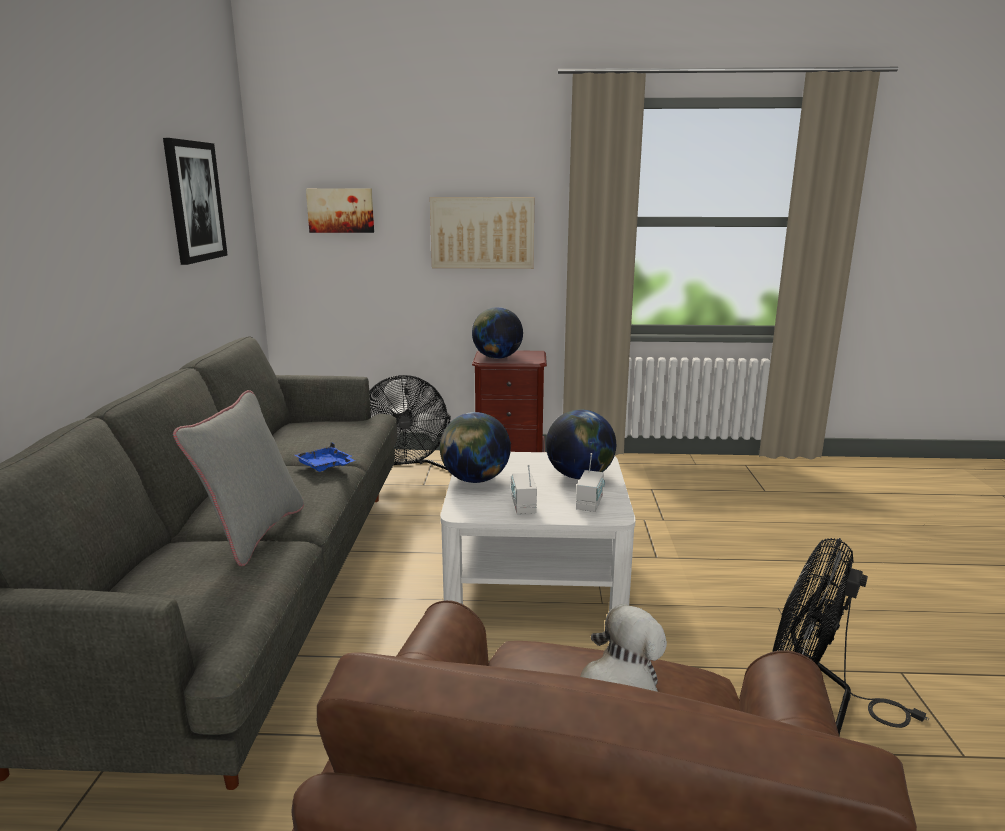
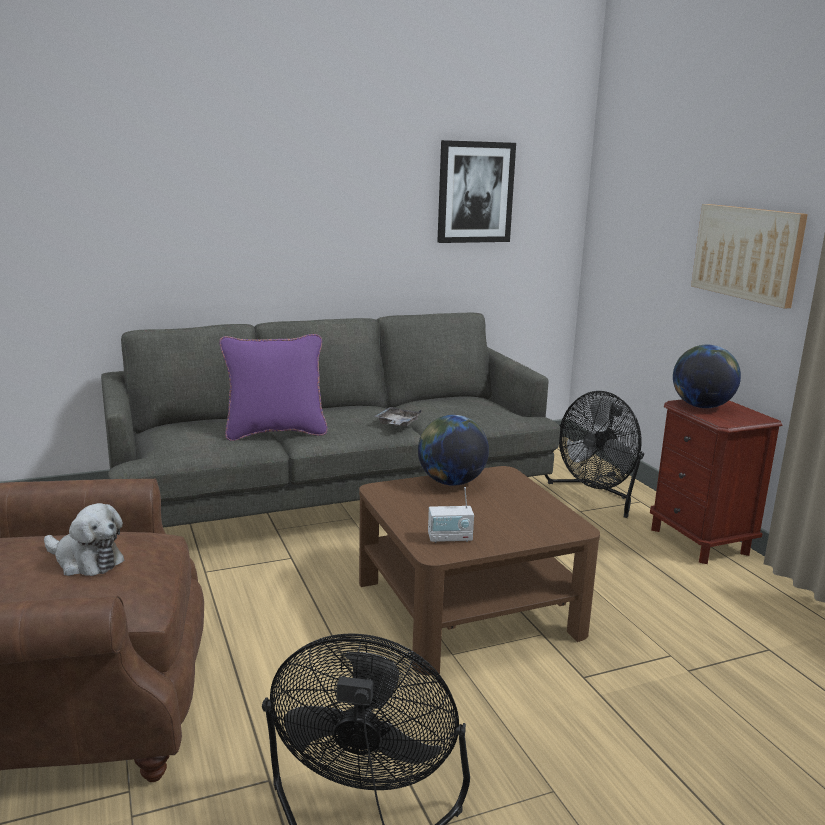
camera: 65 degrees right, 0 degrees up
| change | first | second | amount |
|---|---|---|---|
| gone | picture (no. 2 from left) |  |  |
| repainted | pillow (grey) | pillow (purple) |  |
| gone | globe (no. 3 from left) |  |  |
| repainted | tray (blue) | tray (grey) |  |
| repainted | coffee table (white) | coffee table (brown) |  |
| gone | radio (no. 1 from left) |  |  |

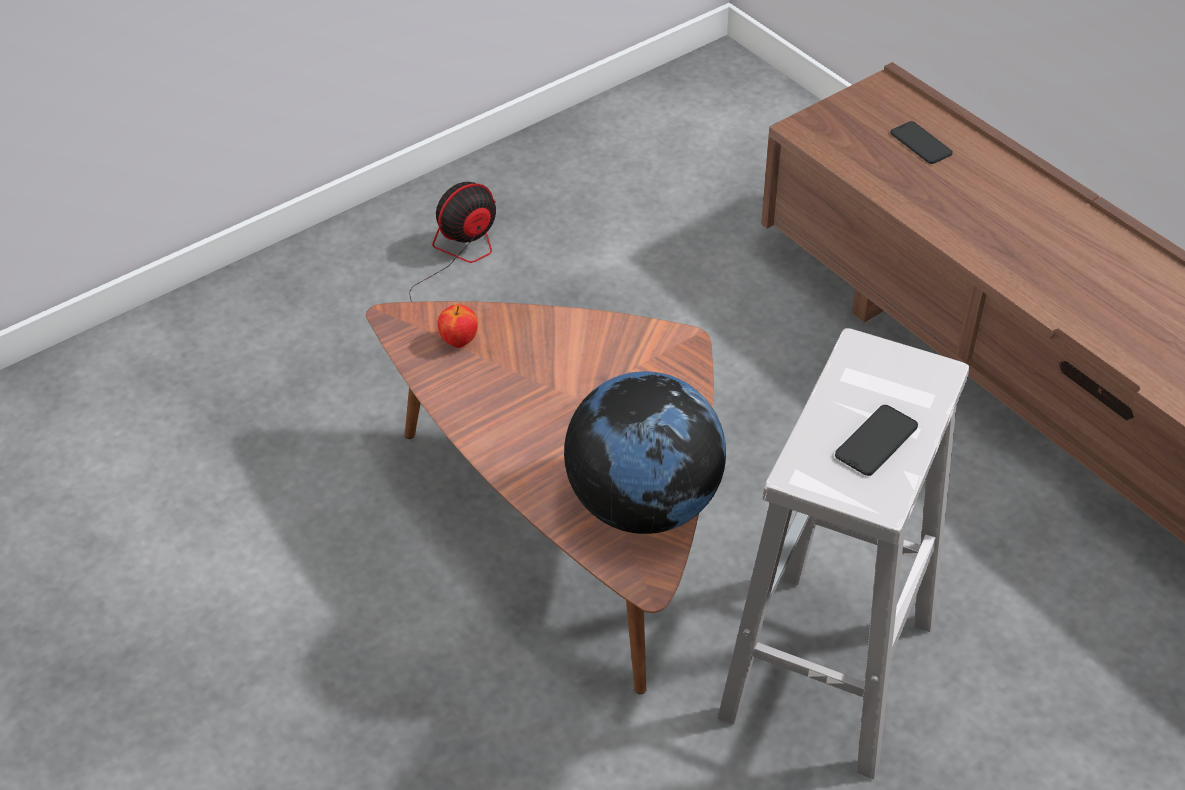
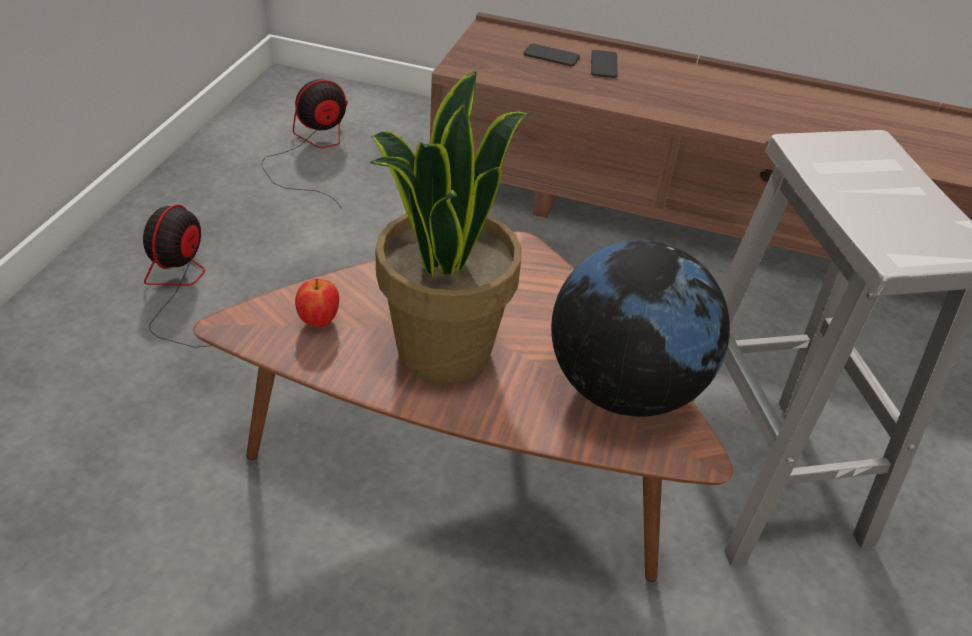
camera: 40 degrees left, 5 degrees down
| change | first | second | amount |
|---|---|---|---|
| shifted | phone (no. 1 from left in the first image) | phone (no. 2 from left) |  |
| new |  | potted plant |  |
| new |  | fan (no. 2 from left) |  |

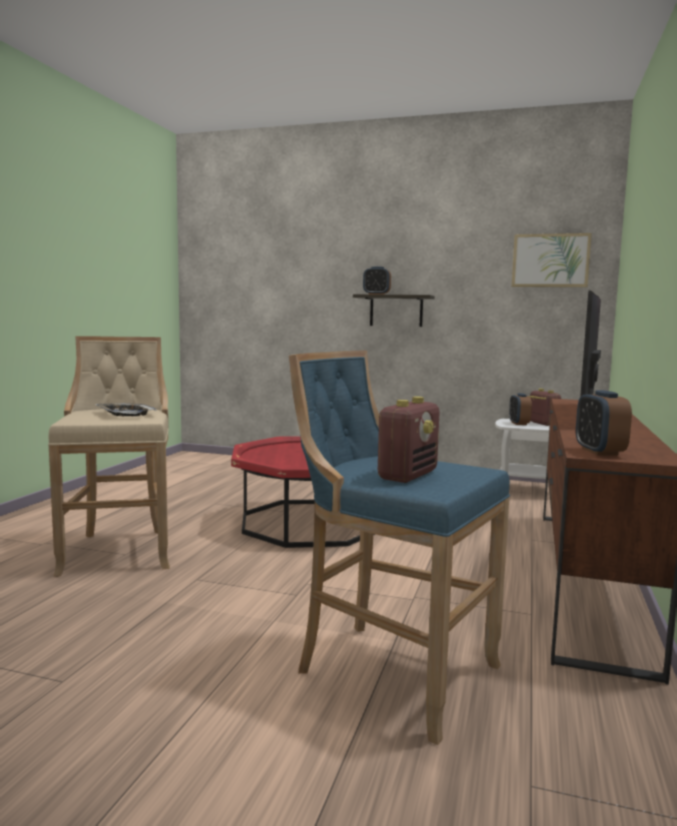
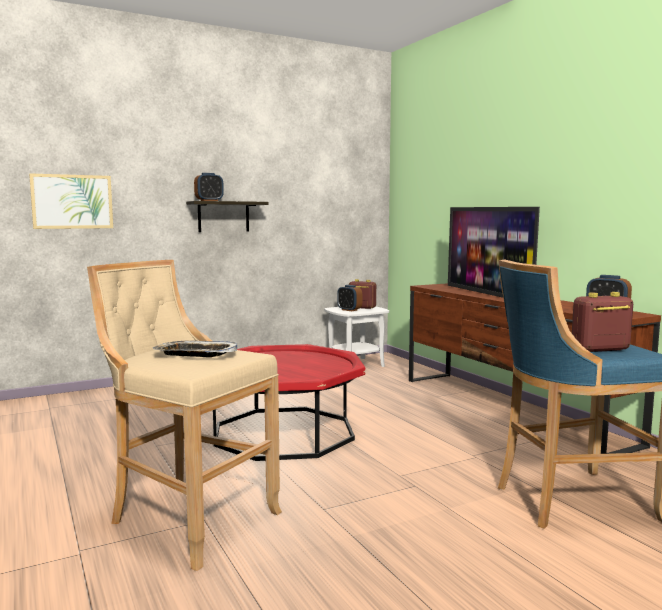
camera: 45 degrees left, 0 degrees up
| change | first | second | amount |
|---|---|---|---|
| shifted | picture |  |  |
| rotated | radio (no. 1 from left in the first image) | radio (no. 2 from left) | 90 degrees counterclockwise |

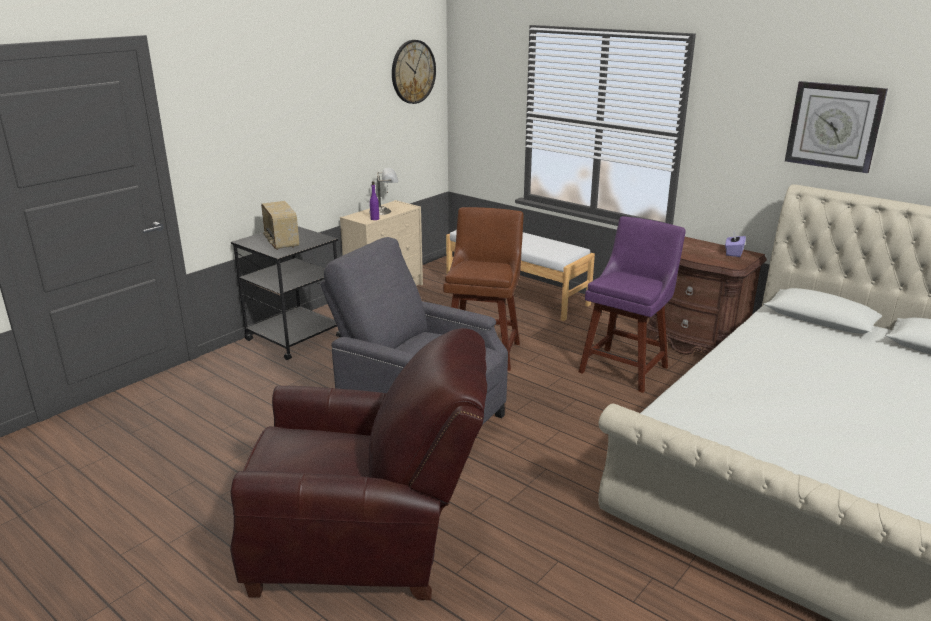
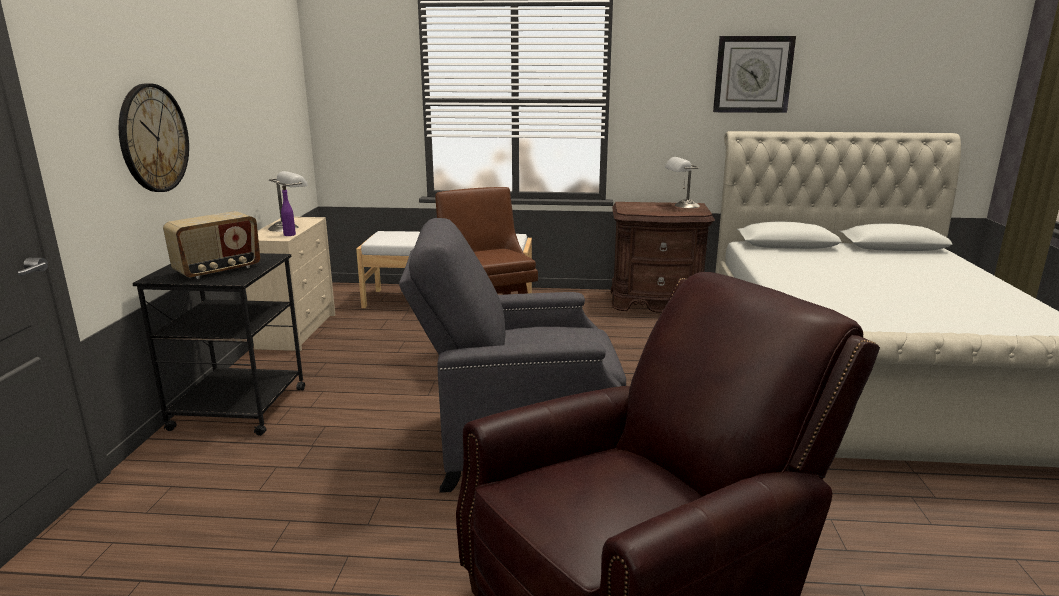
camera: 35 degrees left, 5 degrees down
| change | first | second | amount |
|---|---|---|---|
| shifted | wall clock (no. 1 from left) |  |  |
| rotated | radio |  | 75 degrees counterclockwise |
| gone | chair (purple) |  |  |
| swapped | tissue box (purple) | table lamp (white) (no. 2 from left) |  |

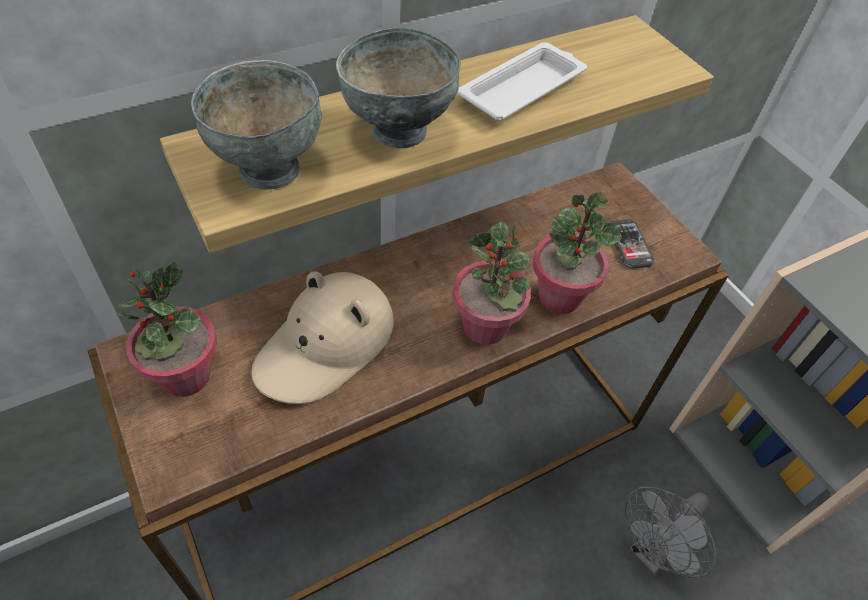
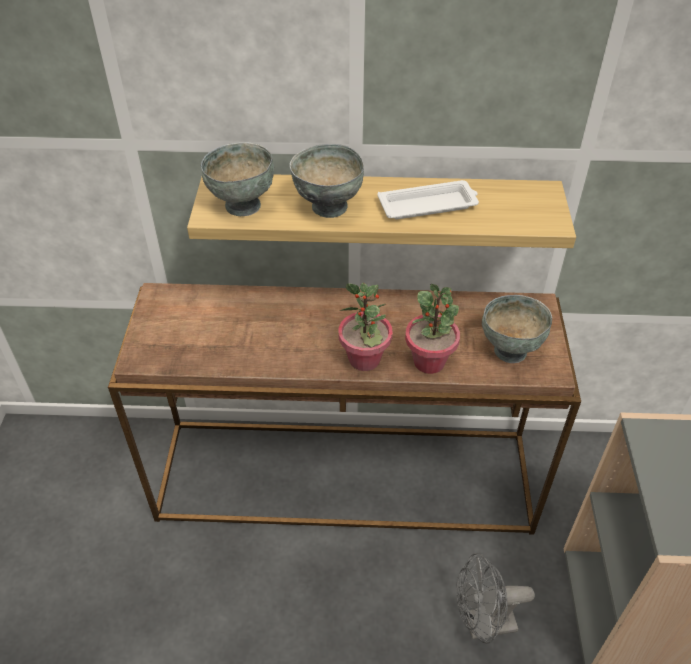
camera: 35 degrees right, 5 degrees down
| change | first | second | amount |
|---|---|---|---|
| swapped | phone | bowl (grey) (no. 3 from left) |  |
| gone | potted plant (no. 1 from left) |  |  |
| gone | hat (beige) |  |  |

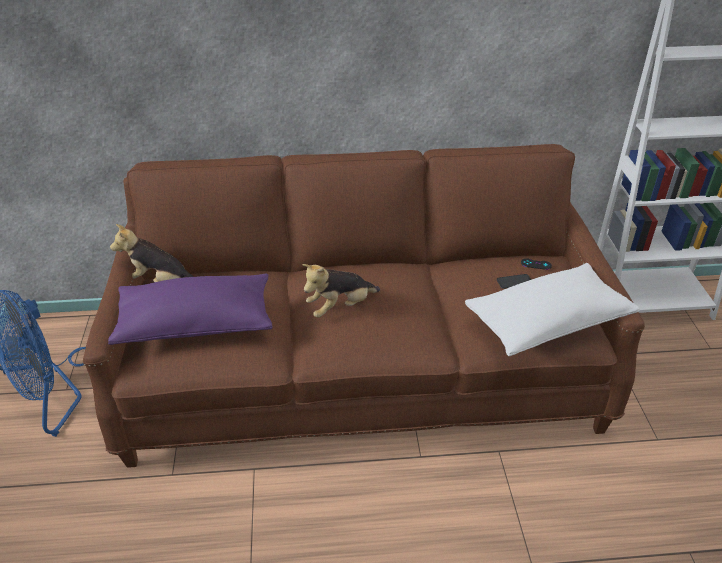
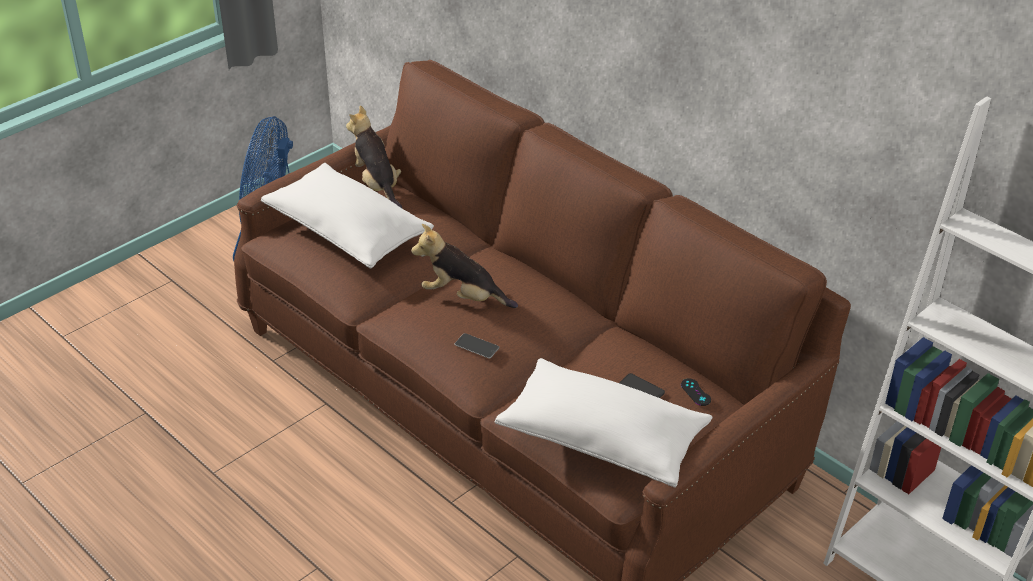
camera: 50 degrees right, 0 degrees up
| change | first | second | amount |
|---|---|---|---|
| repainted | pillow (purple) | pillow (white) (no. 1 from left) |  |
| new |  | phone (no. 1 from left) |  |

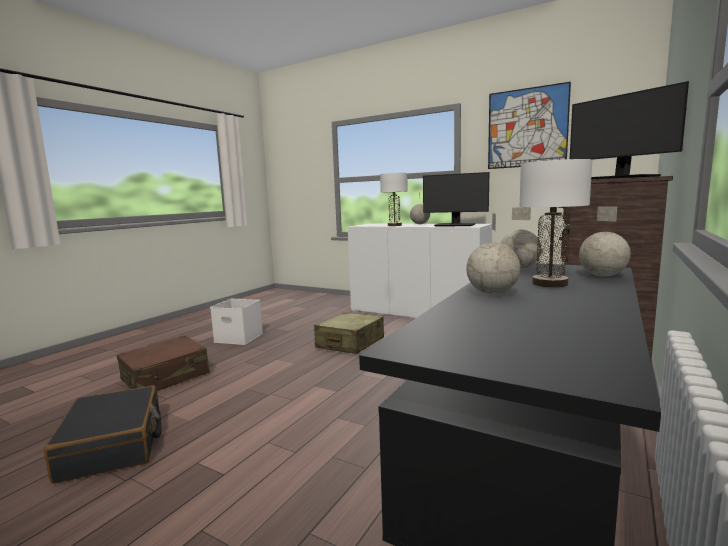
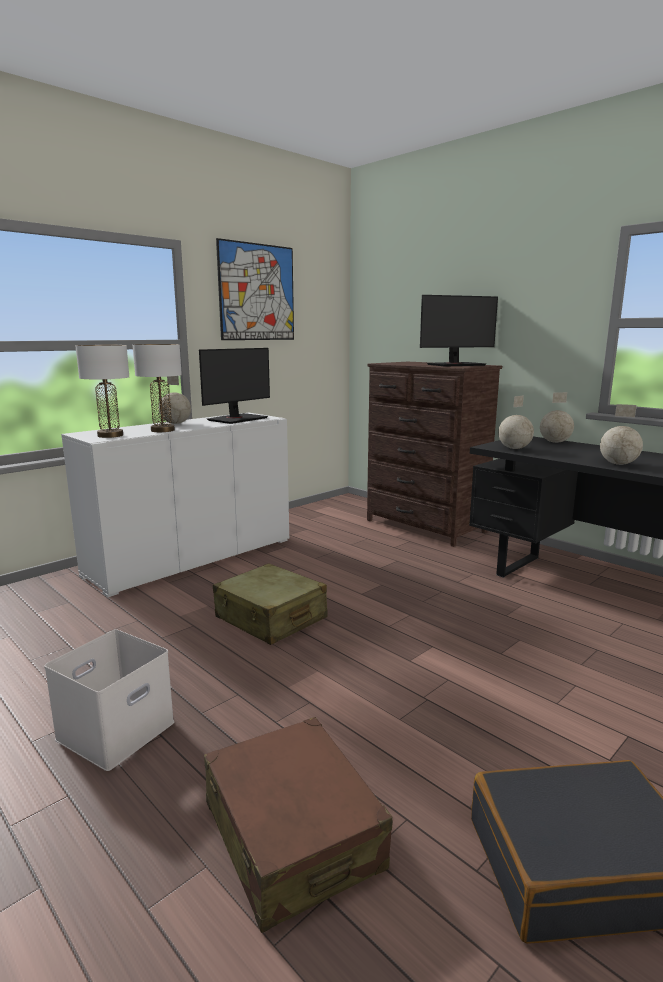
camera: 75 degrees left, 5 degrees up
| change | first | second | amount |
|---|---|---|---|
| shifted | table lamp (no. 2 from left in the first image) | table lamp (no. 1 from left) |  |

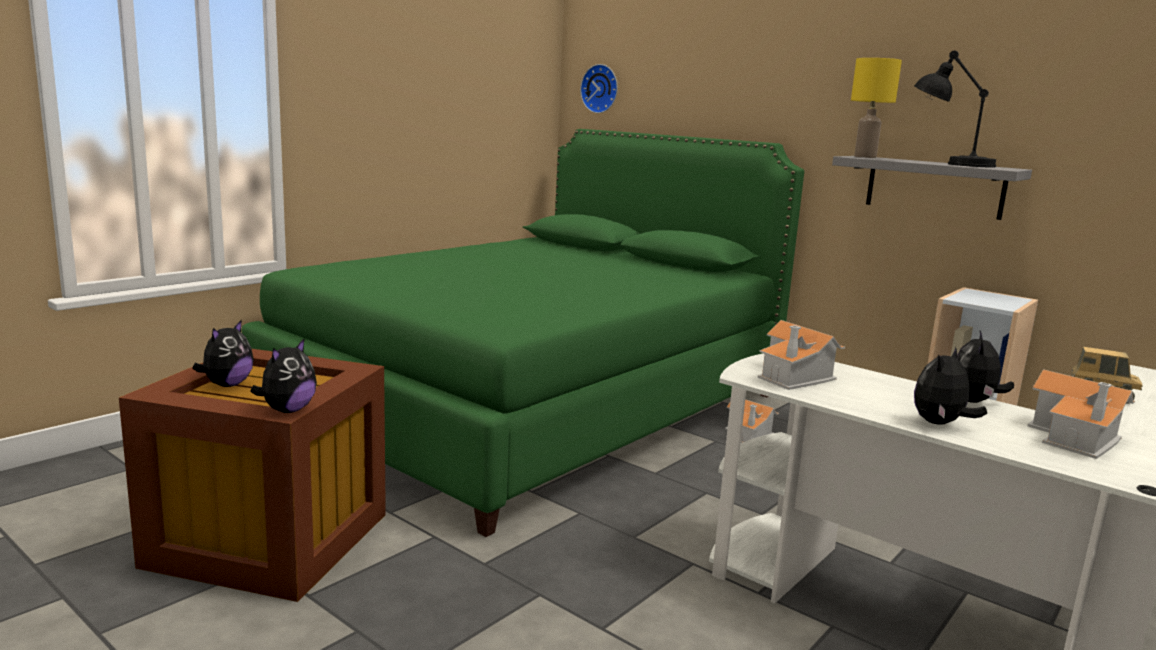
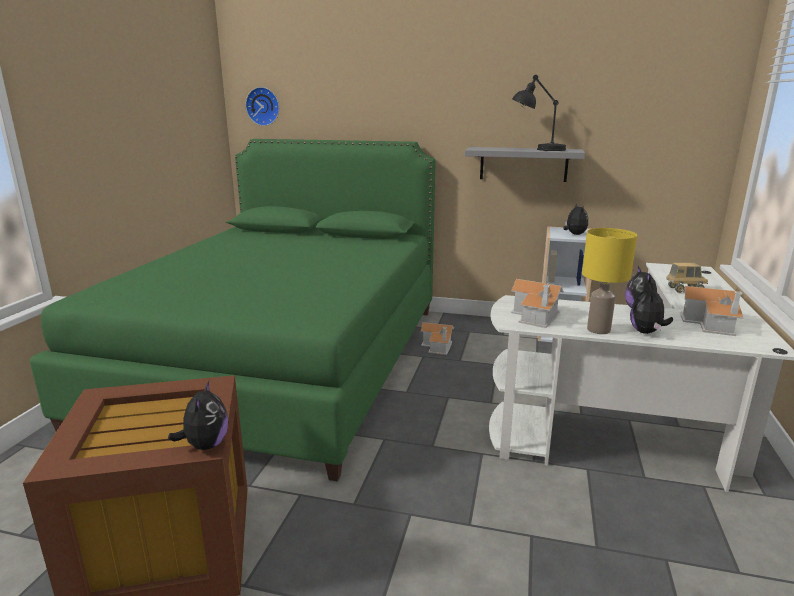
camera: 25 degrees left, 5 degrees up
| change | first | second | amount |
|---|---|---|---|
| shifted | table lamp (yellow) |  |  |
| shifted | plush toy (no. 1 from left in the first image) | plush toy (no. 2 from left) |  |

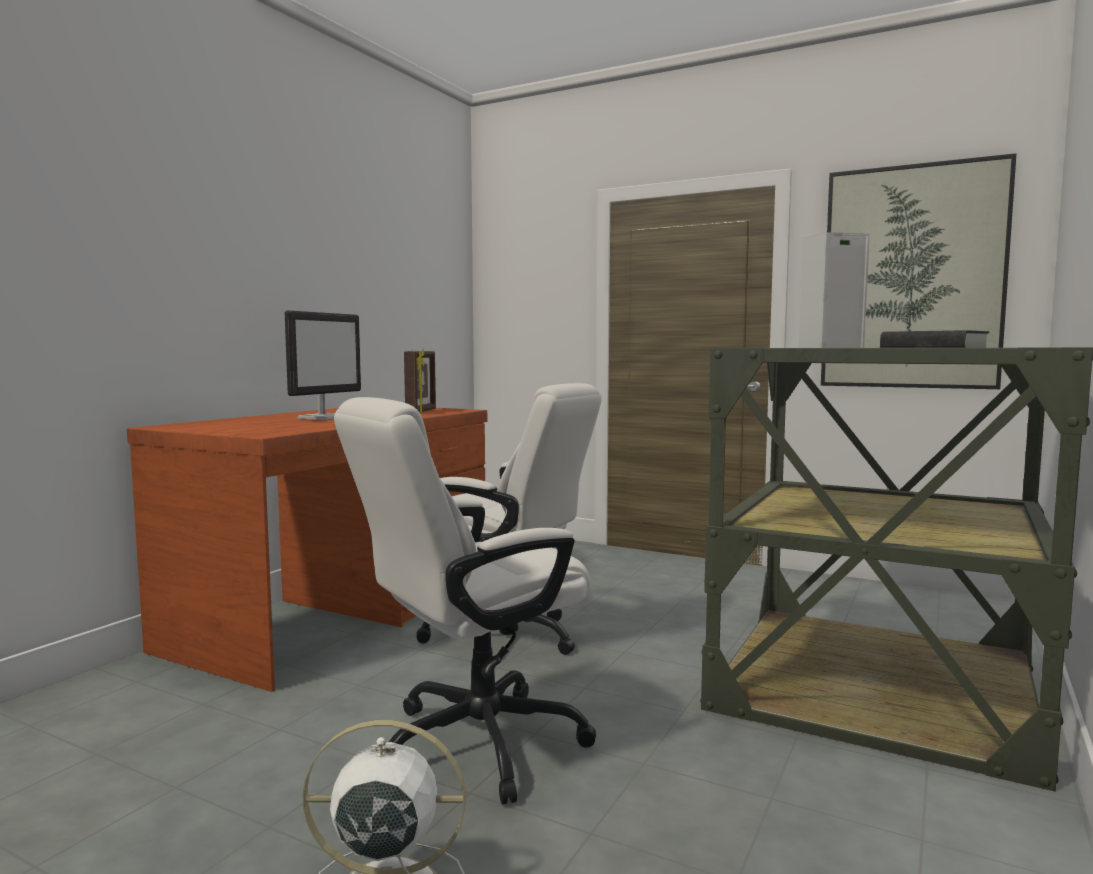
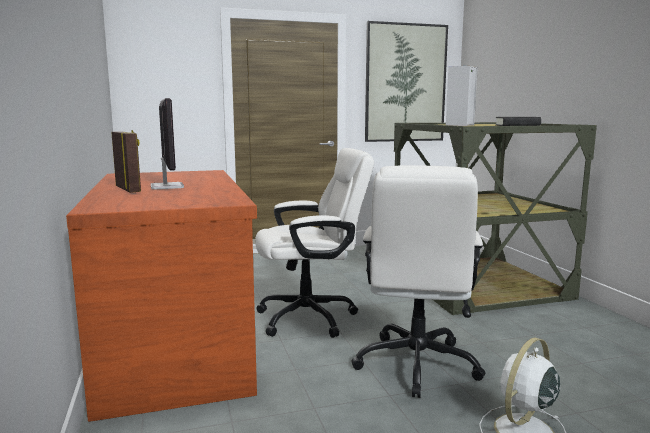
camera: 45 degrees left, 5 degrees up
| change | first | second | amount |
|---|---|---|---|
| shifted | picture frame |  |  |

